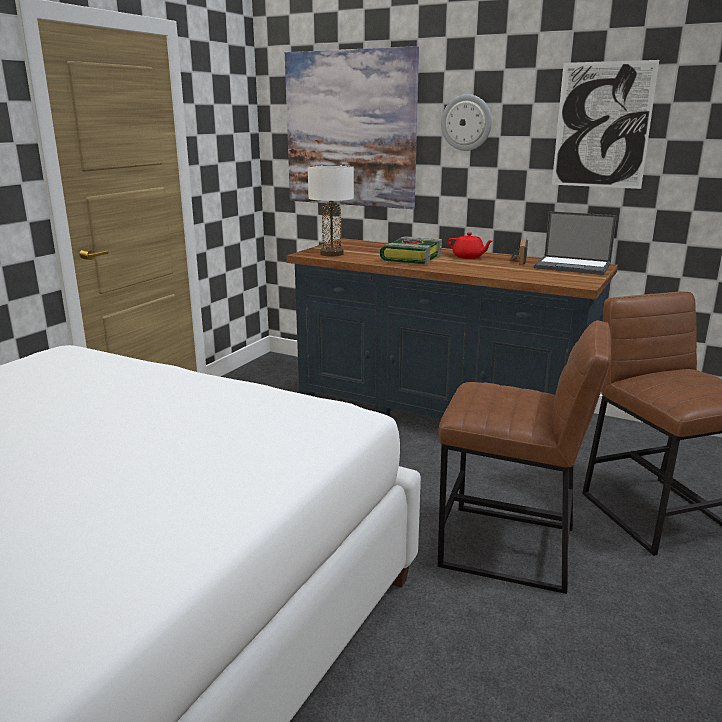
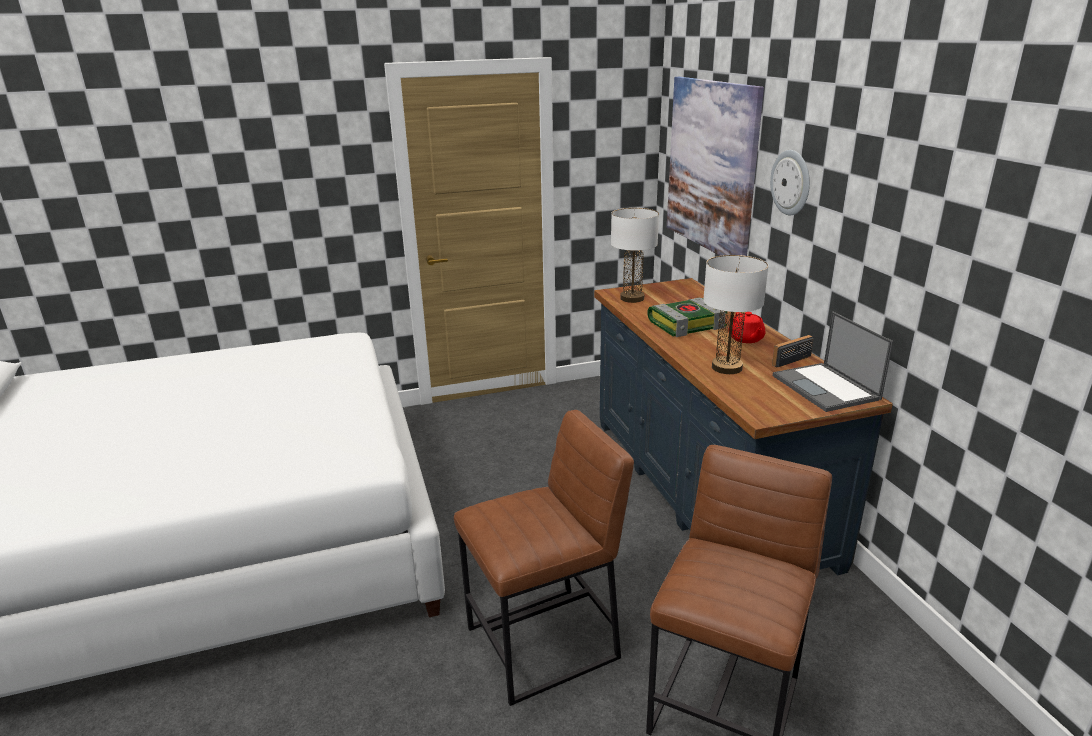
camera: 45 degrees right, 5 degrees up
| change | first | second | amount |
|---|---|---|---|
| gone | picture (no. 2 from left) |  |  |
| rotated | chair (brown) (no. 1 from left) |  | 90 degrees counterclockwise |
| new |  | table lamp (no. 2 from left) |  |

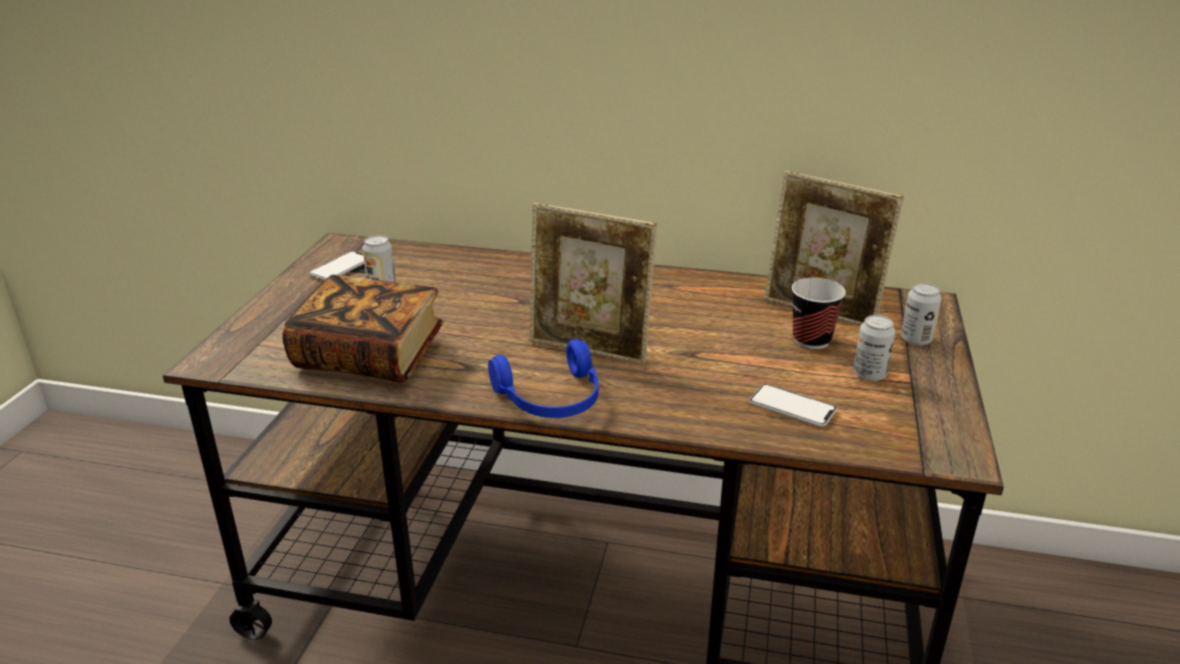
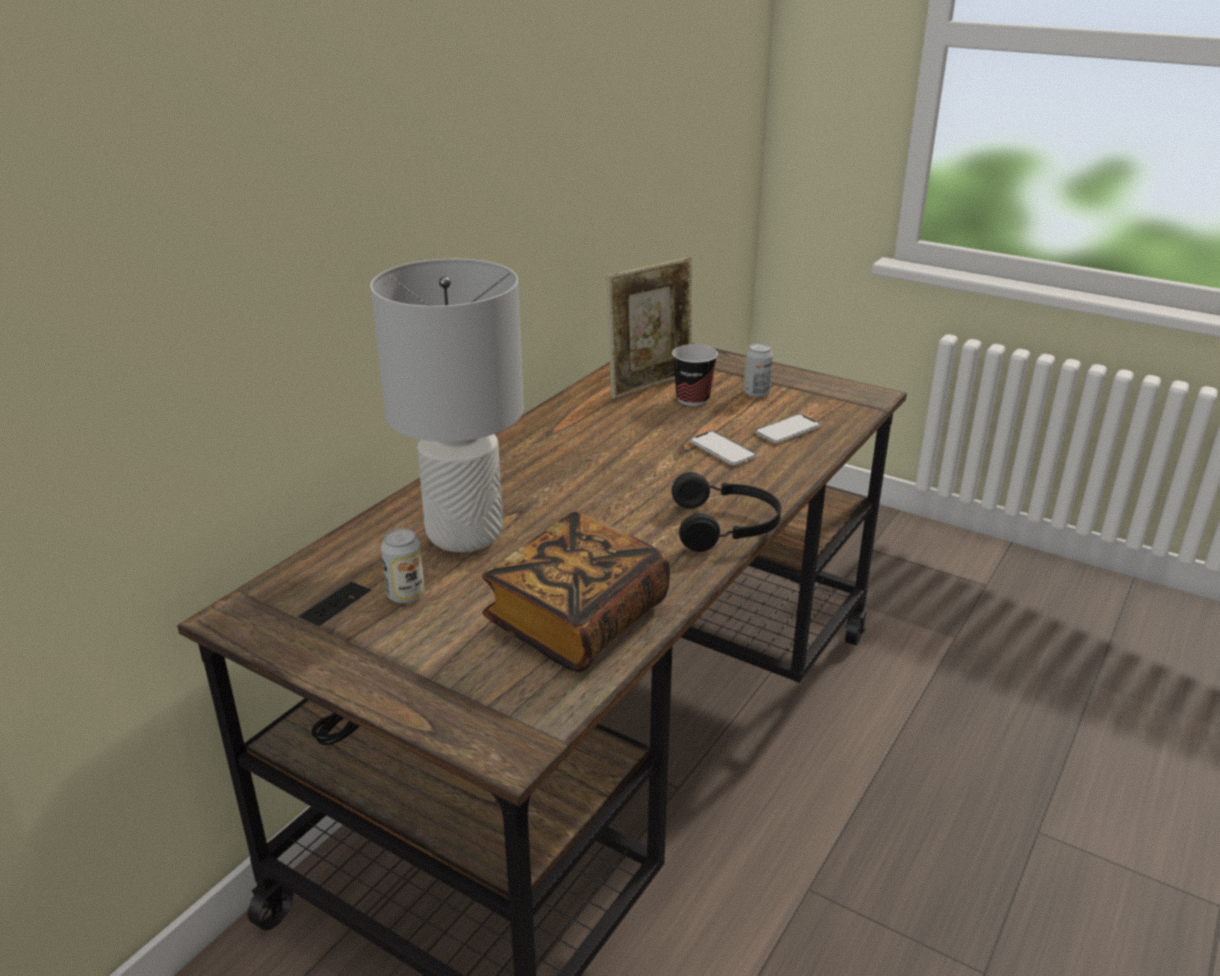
camera: 70 degrees left, 0 degrees up
| change | first | second | amount |
|---|---|---|---|
| gone | picture frame (no. 1 from left) |  |  |
| shifted | phone (no. 1 from left) |  |  |
| gone | can (no. 3 from left) |  |  |
| repainted | headphones (blue) | headphones (black) |  |
| new |  | table lamp (grey) |  |

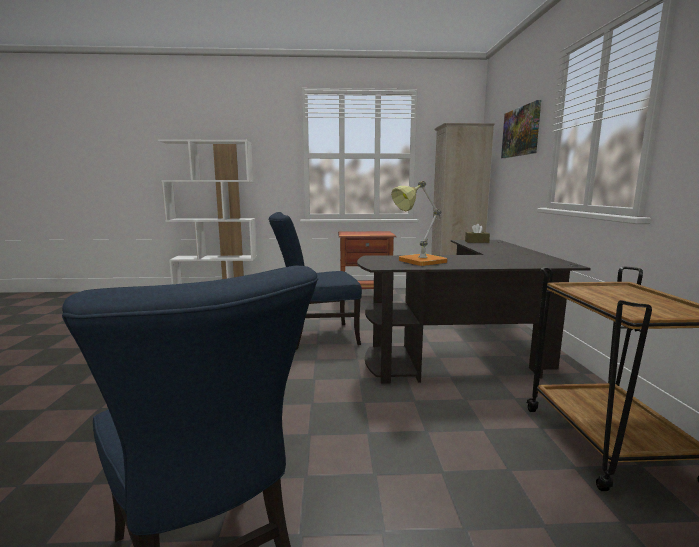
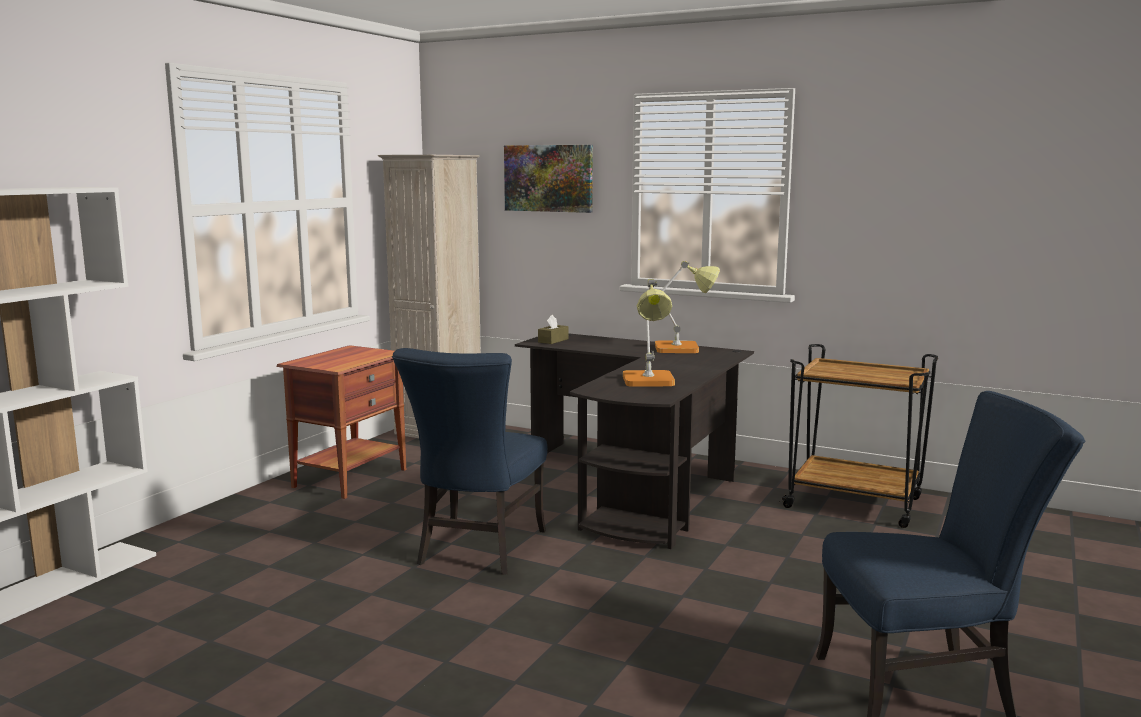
camera: 60 degrees left, 0 degrees up
| change | first | second | amount |
|---|---|---|---|
| new |  | table lamp (no. 2 from left) |  |

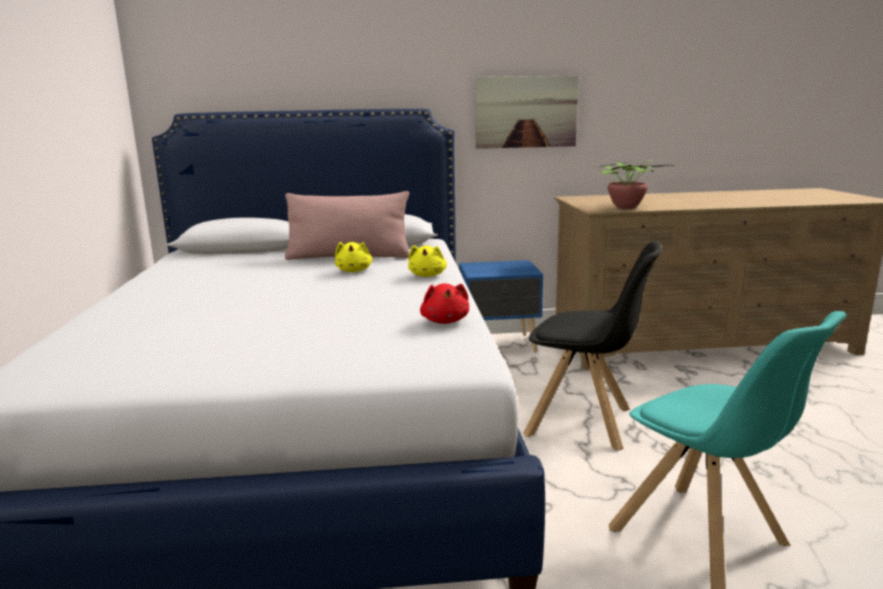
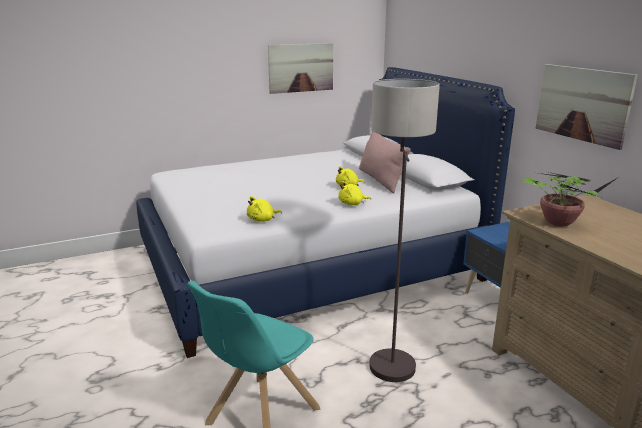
camera: 70 degrees right, 5 degrees up
| change | first | second | amount |
|---|---|---|---|
| swapped | chair (black) | floor lamp (grey) |  |
| repainted | plush toy (red) | plush toy (yellow) (no. 1 from left) |  |
| new |  | picture (no. 1 from left) |  |

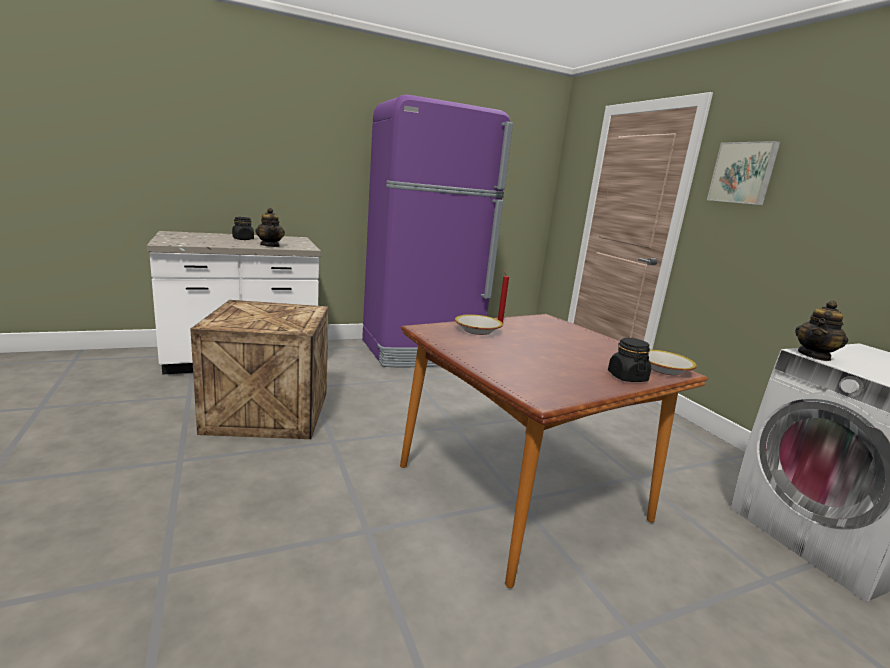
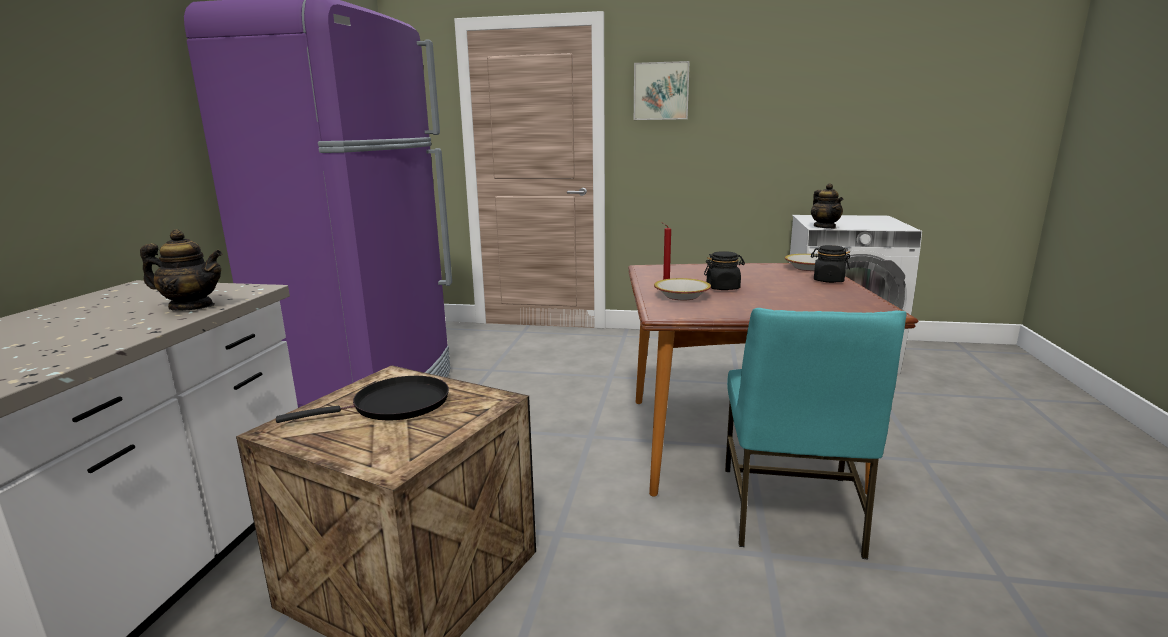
camera: 55 degrees left, 0 degrees up
| change | first | second | amount |
|---|---|---|---|
| shifted | jar (black) (no. 1 from left) |  |  |
| new |  | chair (turquoise) |  |
| new |  | frying pan (black) |  |

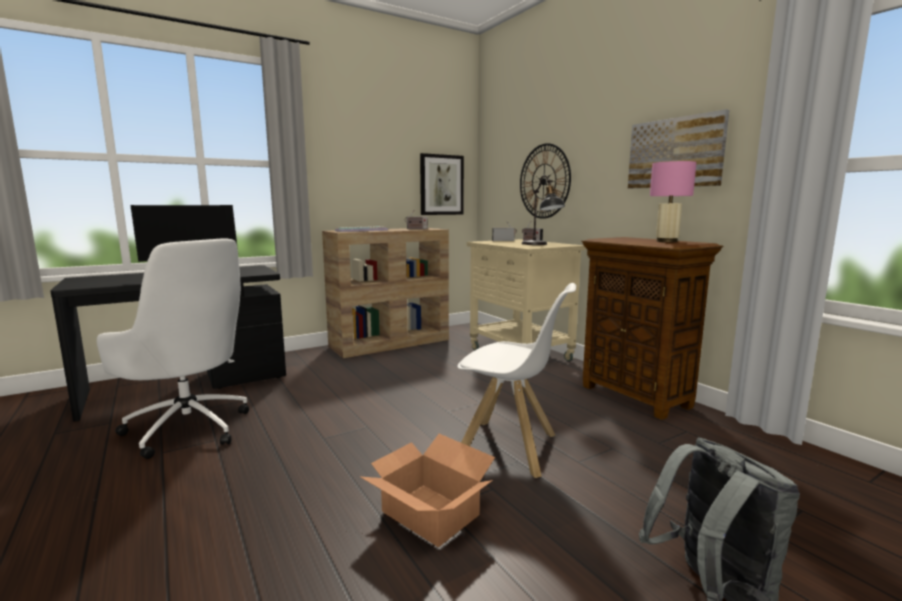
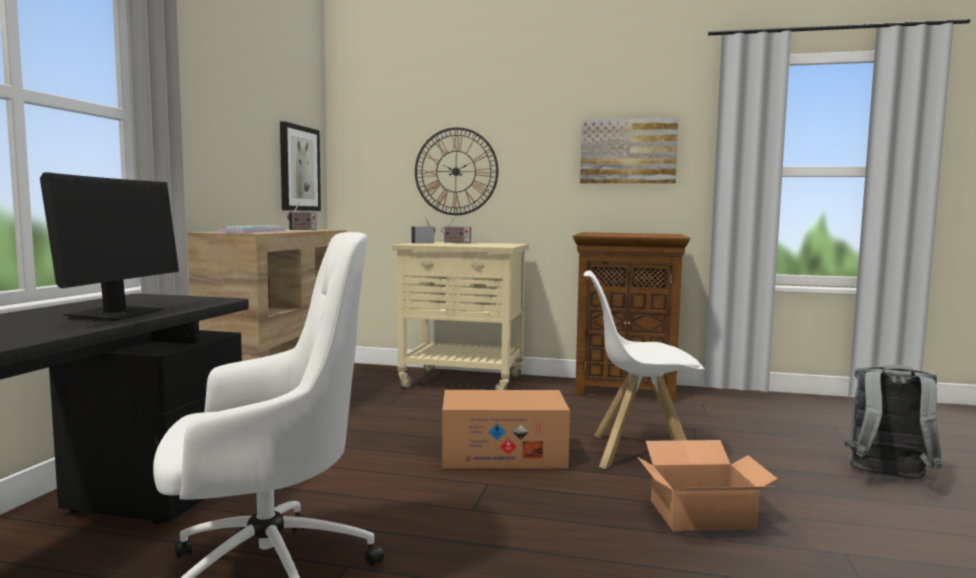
camera: 45 degrees left, 5 degrees down
| change | first | second | amount |
|---|---|---|---|
| gone | table lamp (pink) |  |  |
| gone | table lamp (grey) |  |  |
| rotated | chair (white) |  | 150 degrees counterclockwise |
| new |  | cardboard box (no. 1 from left) |  |

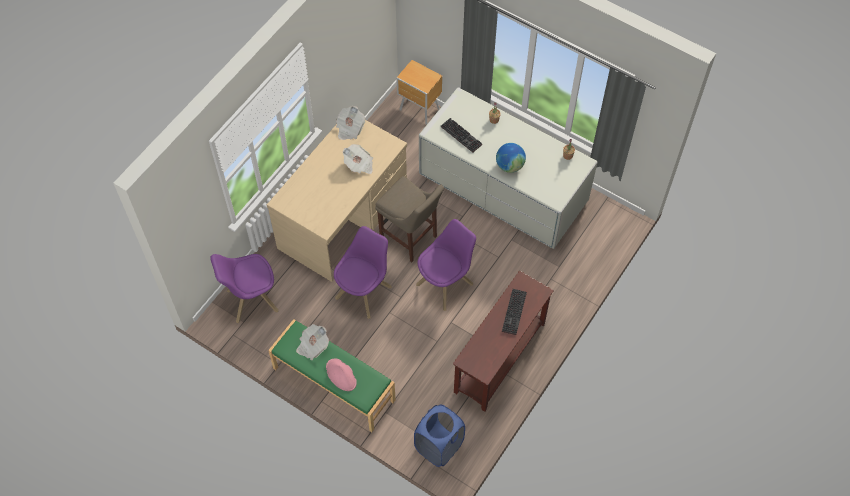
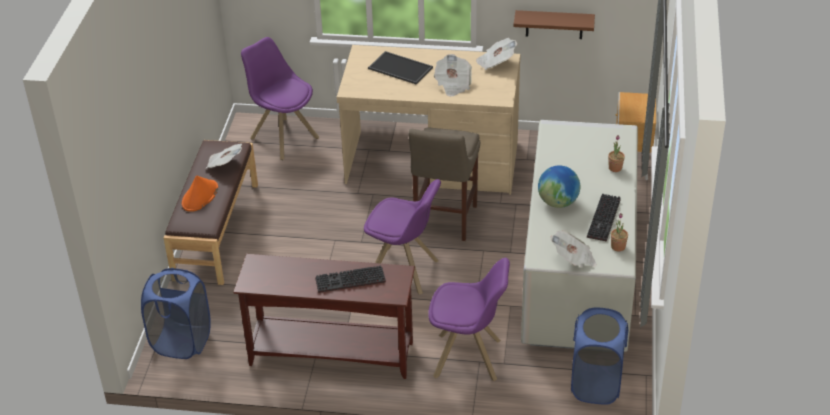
camera: 65 degrees right, 20 degrees down
| change | first | second | amount |
|---|---|---|---|
| shifted | keyboard (no. 1 from left in the first image) | keyboard (no. 2 from left) |  |
| shifted | chair (purple) (no. 2 from left in the first image) | chair (purple) (no. 3 from left) |  |
| repainted | bench (green) | bench (brown) |  |
| repainted | hat (pink) | hat (orange) |  |
| new |  | shelf (brown) |  |
| new |  | tray |  |
| new |  | newspaper (no. 4 from left) |  |
| new |  | laundry basket (blue) (no. 2 from left) |  |

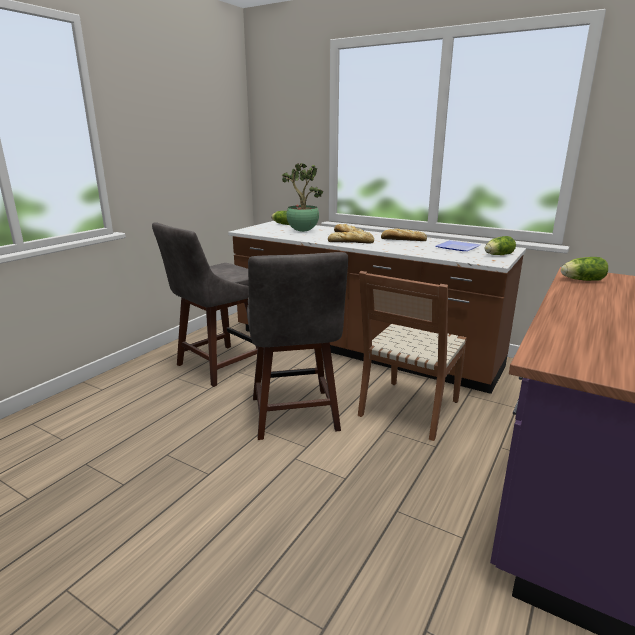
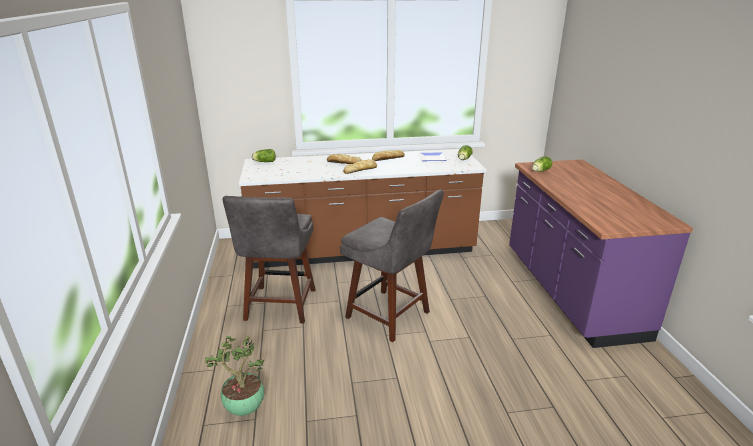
camera: 40 degrees left, 5 degrees up
| change | first | second | amount |
|---|---|---|---|
| shifted | potted plant |  |  |
| gone | chair |  |  |

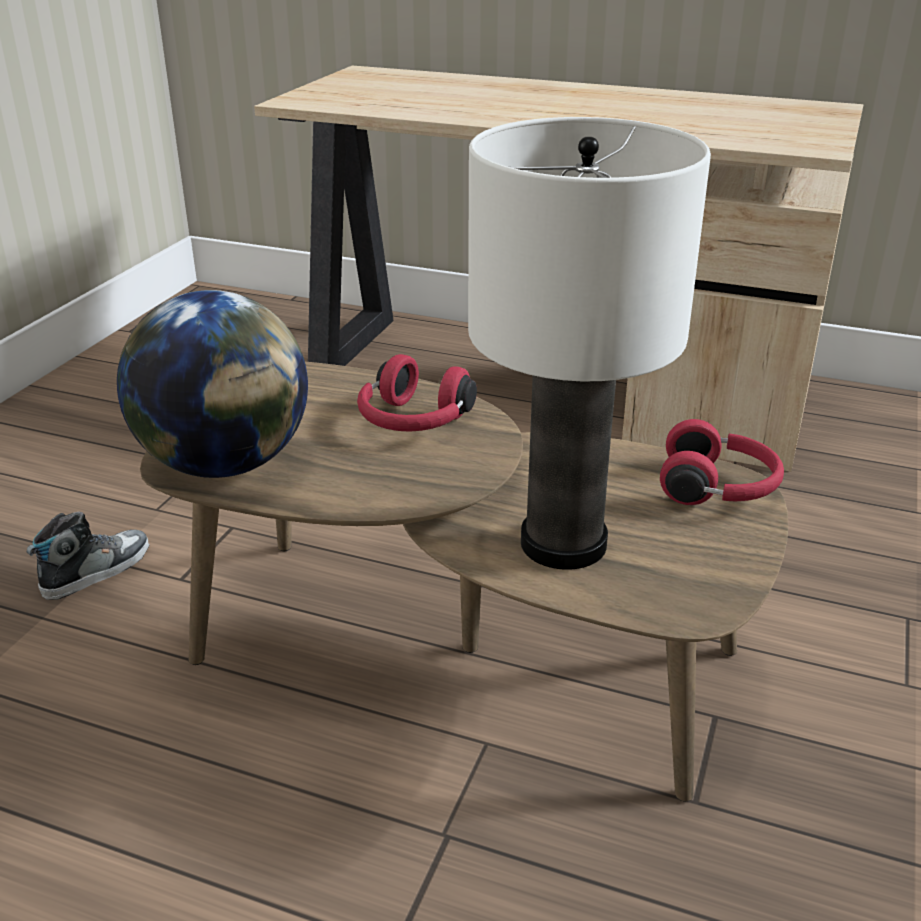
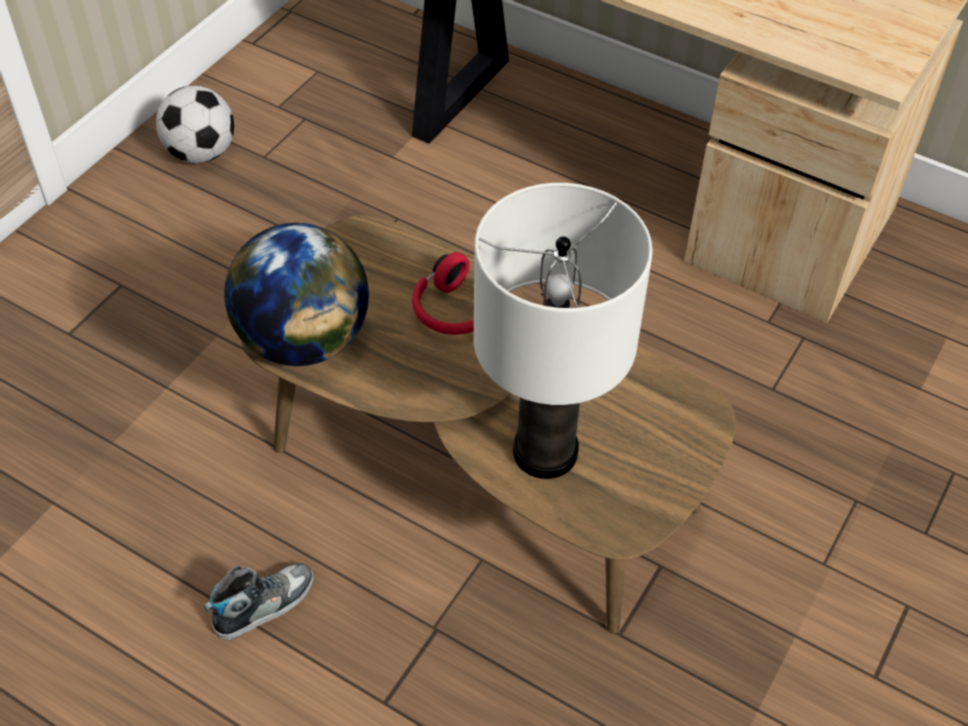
camera: 10 degrees right, 20 degrees up
| change | first | second | amount |
|---|---|---|---|
| gone | headphones (red) (no. 2 from left) |  |  |
| shifted | shoe |  |  |
| new |  | football |  |

